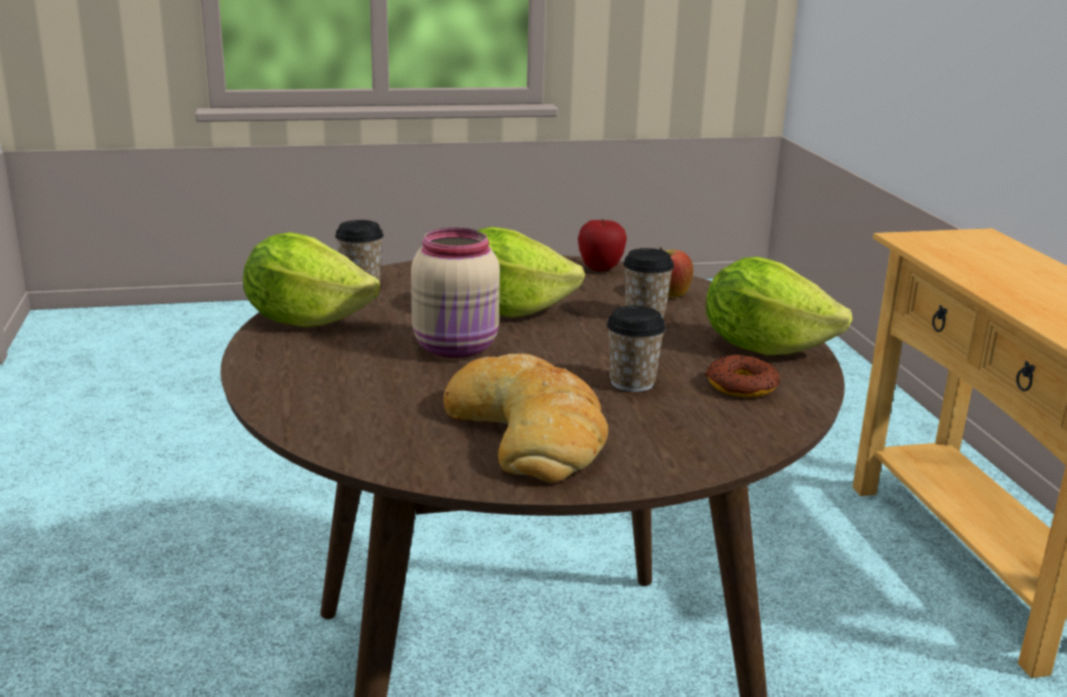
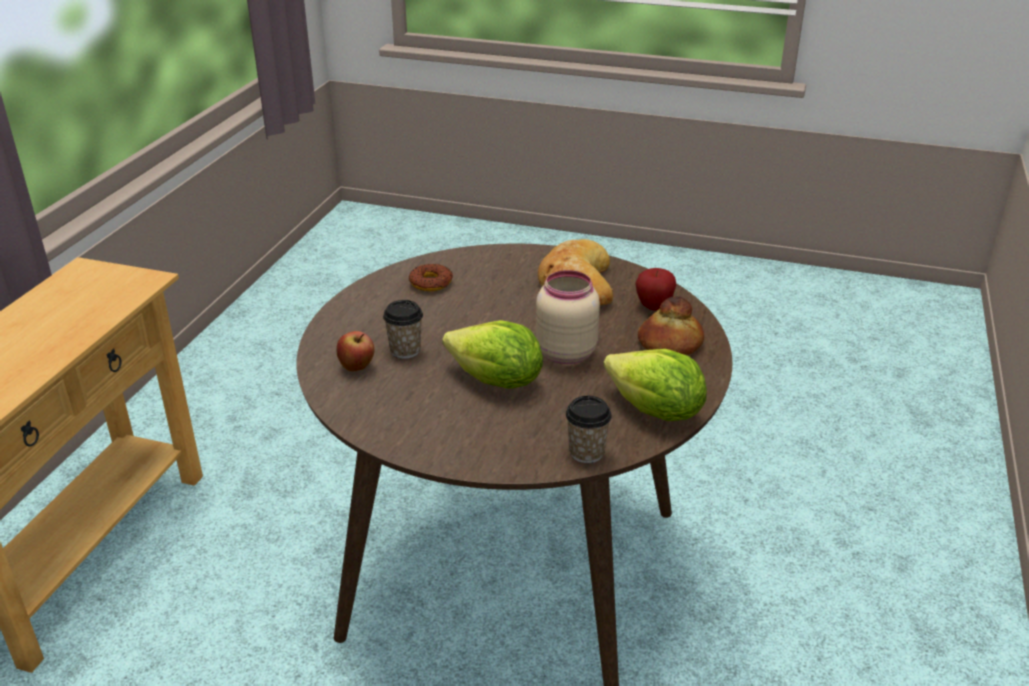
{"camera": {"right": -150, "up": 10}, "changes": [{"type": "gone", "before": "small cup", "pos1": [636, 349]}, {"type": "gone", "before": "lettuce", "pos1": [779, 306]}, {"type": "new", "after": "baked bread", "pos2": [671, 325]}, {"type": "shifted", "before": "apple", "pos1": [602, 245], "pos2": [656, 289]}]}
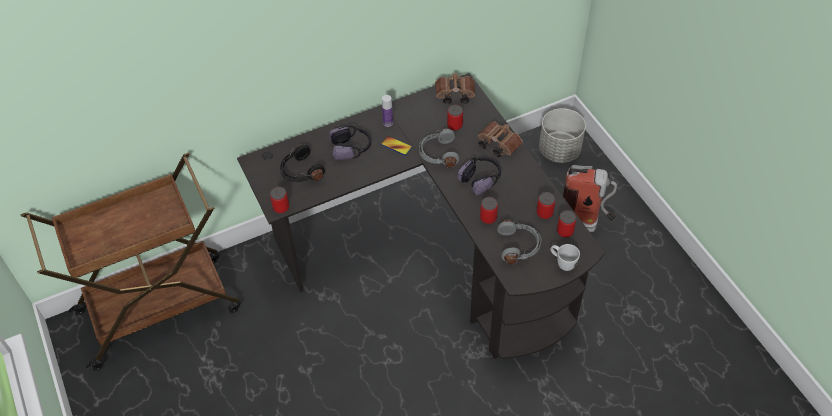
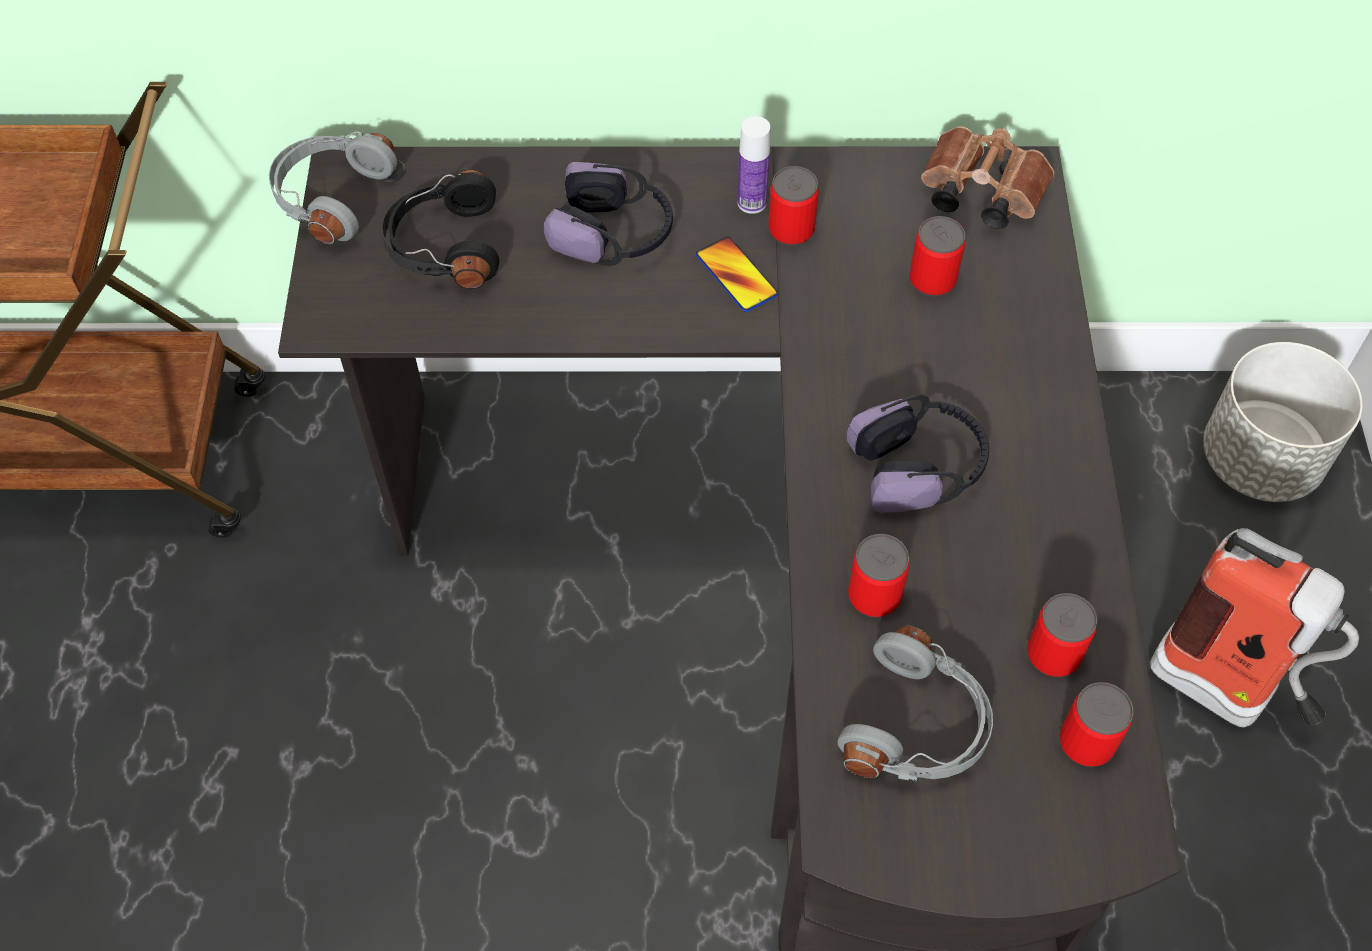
{"camera": {"right": 25, "up": 5}, "changes": [{"type": "gone", "before": "brown pair of binoculars", "pos1": [500, 139]}, {"type": "gone", "before": "whitish mug", "pos1": [565, 257]}, {"type": "shifted", "before": "metal can", "pos1": [279, 200], "pos2": [793, 206]}, {"type": "shifted", "before": "grey pair of headphones", "pos1": [439, 148], "pos2": [333, 188]}]}
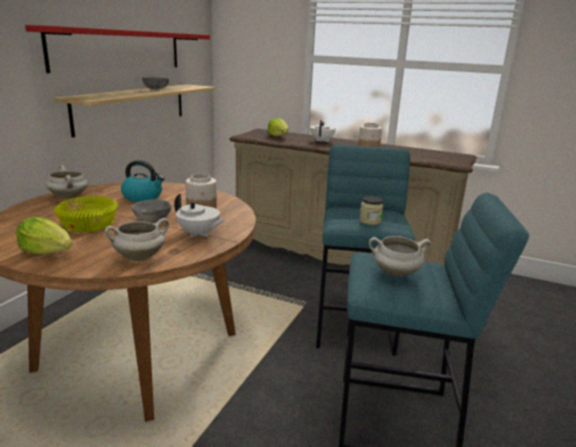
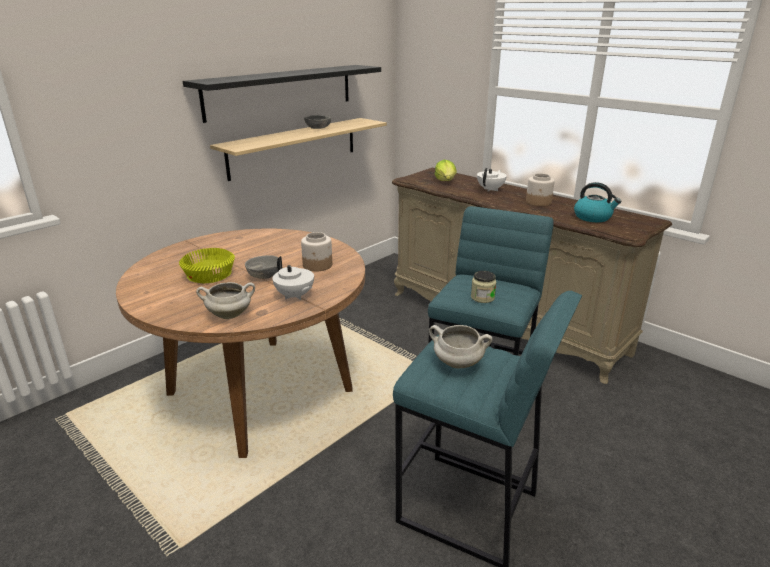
{"camera": {"right": 20, "up": 5}, "changes": [{"type": "gone", "before": "lettuce", "pos1": [44, 236]}, {"type": "gone", "before": "whitish cooking pot", "pos1": [67, 182]}, {"type": "shifted", "before": "tea kettle", "pos1": [143, 181], "pos2": [597, 202]}, {"type": "repainted", "before": "reddish shelf", "after": "black shelf", "pos1": [117, 49], "pos2": [282, 94]}]}
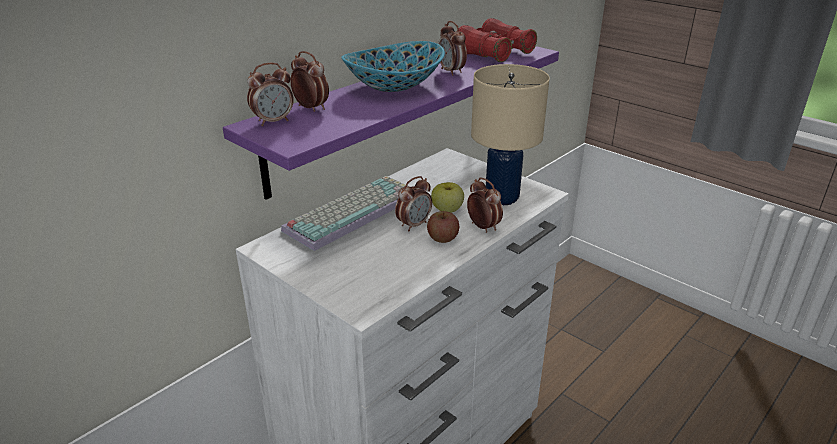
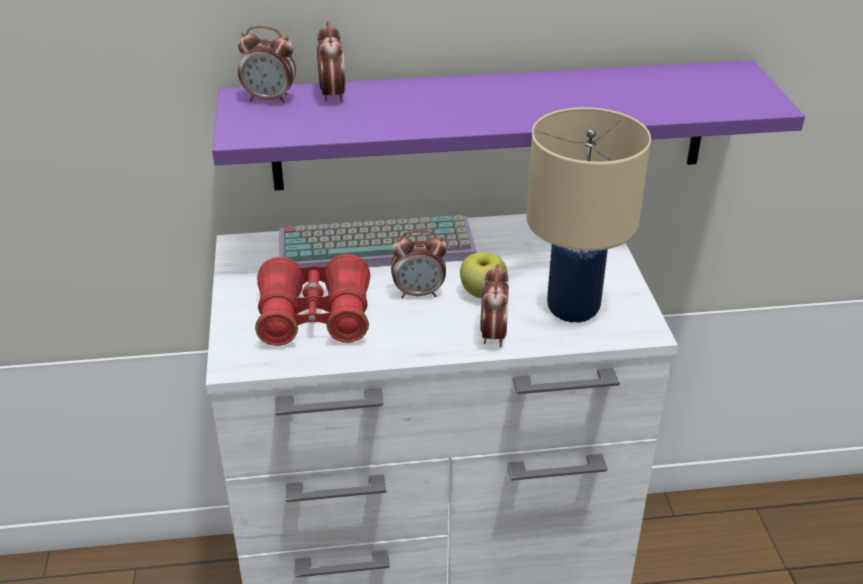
{"camera": {"right": 40, "up": 5}, "changes": [{"type": "gone", "before": "bowl", "pos1": [393, 66]}, {"type": "gone", "before": "apple", "pos1": [443, 227]}, {"type": "gone", "before": "bedside clock", "pos1": [452, 48]}, {"type": "shifted", "before": "reddish pair of binoculars", "pos1": [498, 40], "pos2": [312, 300]}]}
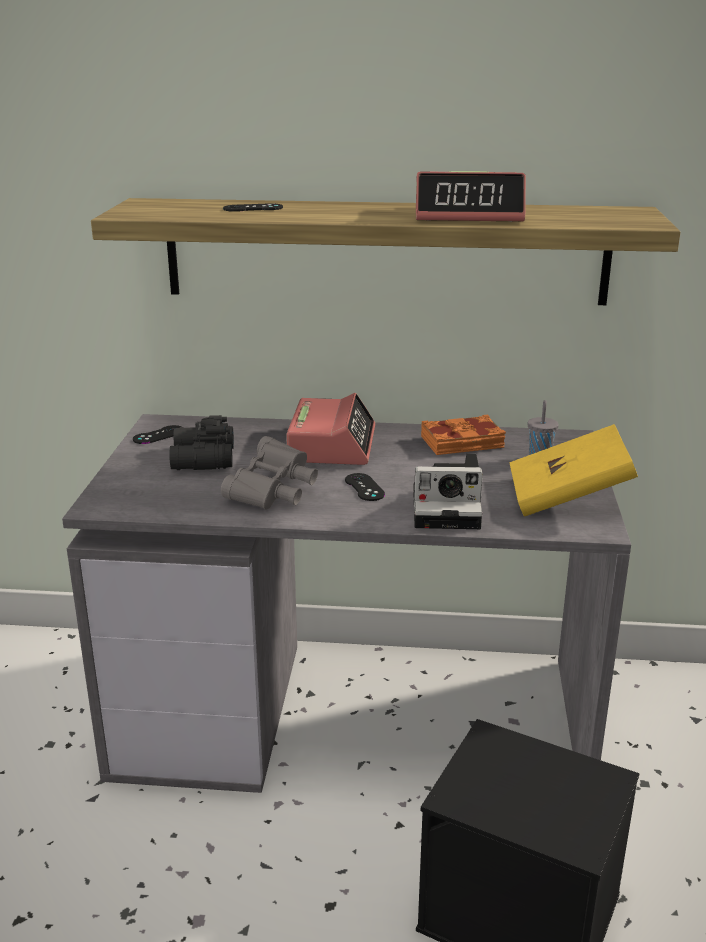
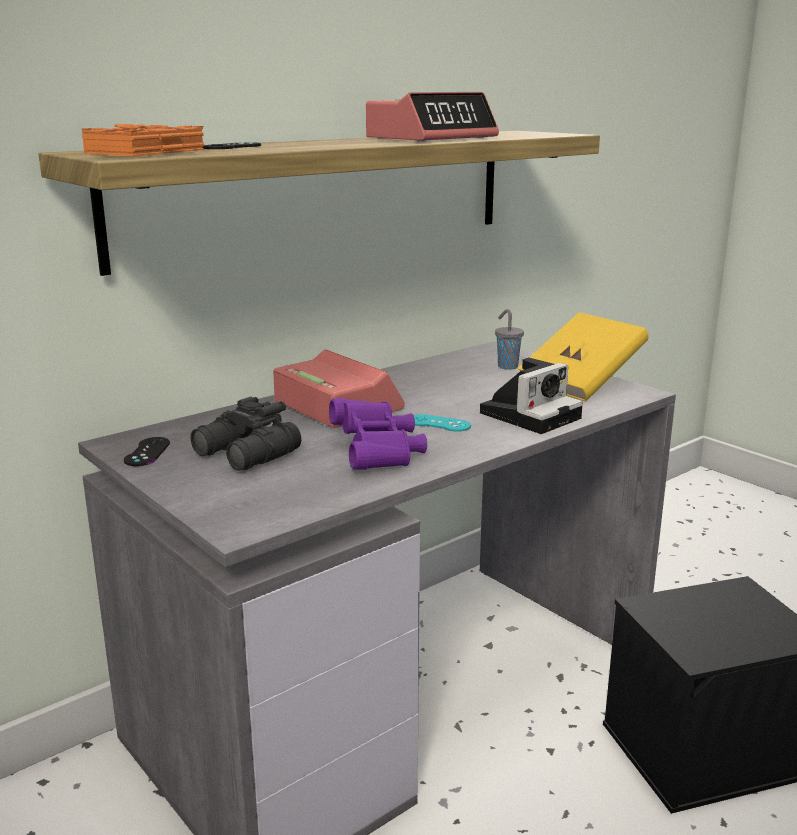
{"camera": {"right": -45, "up": -5}, "changes": [{"type": "shifted", "before": "orangey volume", "pos1": [463, 434], "pos2": [143, 140]}, {"type": "repainted", "before": "grey pair of binoculars", "after": "purplish pair of binoculars", "pos1": [269, 473], "pos2": [378, 434]}, {"type": "repainted", "before": "black game controller", "after": "blue-green game controller", "pos1": [365, 487], "pos2": [442, 423]}]}
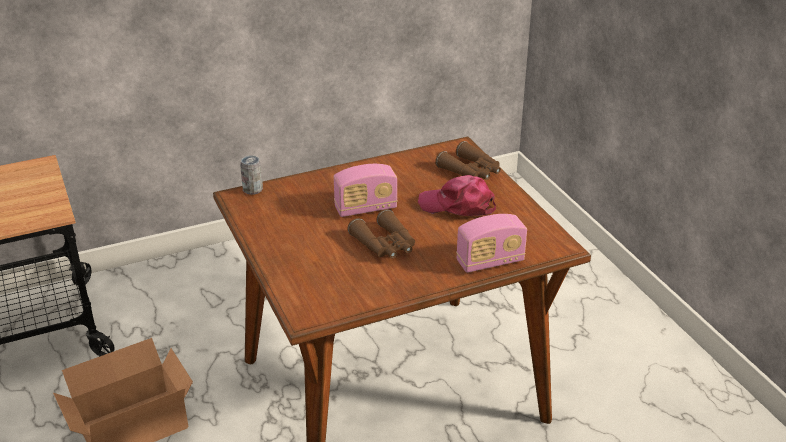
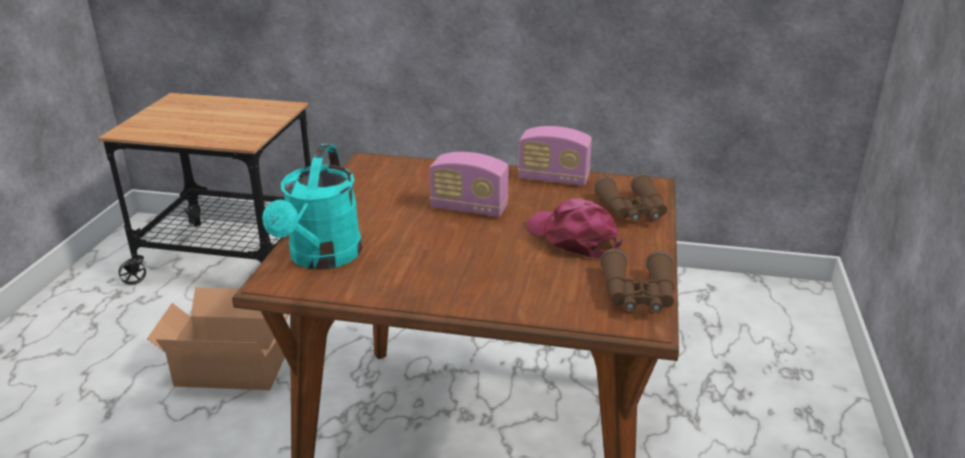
{"camera": {"right": 35, "up": -5}, "changes": [{"type": "gone", "before": "metal can", "pos1": [251, 175]}, {"type": "new", "after": "blue-green watering can", "pos2": [312, 207]}, {"type": "shifted", "before": "brown pair of binoculars", "pos1": [381, 233], "pos2": [637, 280]}, {"type": "shifted", "before": "radio set", "pos1": [491, 243], "pos2": [555, 156]}]}
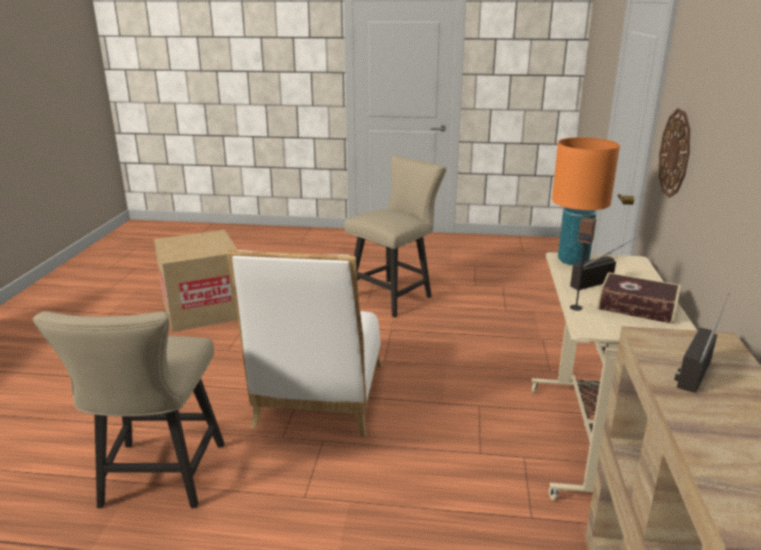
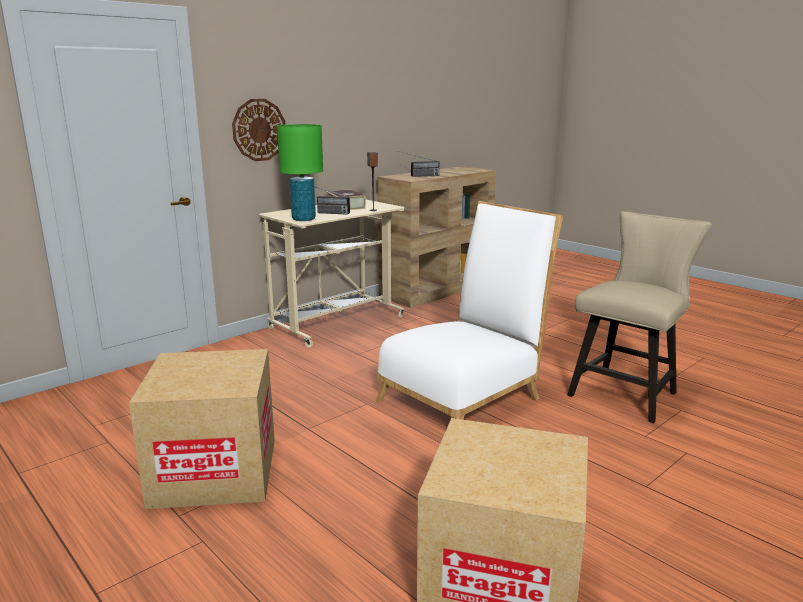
{"camera": {"right": -140, "up": -5}, "changes": [{"type": "swapped", "before": "beige-coloured plain chair", "after": "cardboard box", "pos1": [395, 236], "pos2": [202, 429]}, {"type": "repainted", "before": "orangey table lamp", "after": "greenish table lamp", "pos1": [586, 201], "pos2": [300, 172]}]}
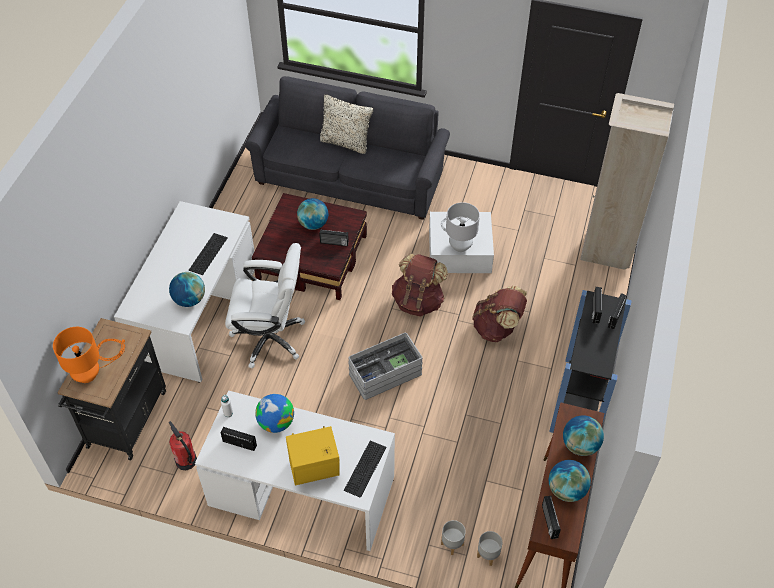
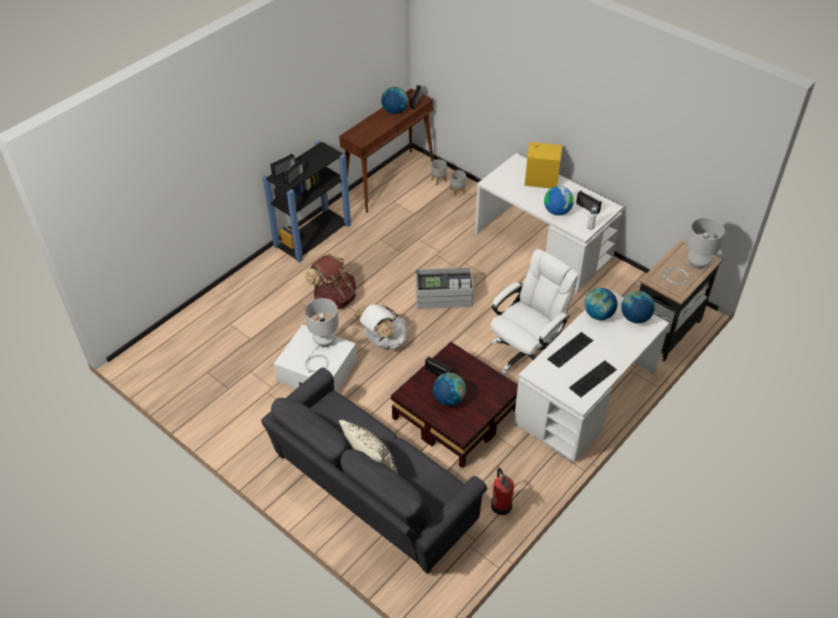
{"camera": {"right": -155, "up": -5}, "changes": [{"type": "gone", "before": "beige-coloured cupboard", "pos1": [627, 181]}, {"type": "shifted", "before": "fire-fighting cylinder", "pos1": [183, 446], "pos2": [502, 491]}, {"type": "shifted", "before": "computer keyboard", "pos1": [365, 469], "pos2": [593, 379]}, {"type": "shifted", "before": "globe", "pos1": [583, 435], "pos2": [638, 307]}, {"type": "repainted", "before": "orangey table lamp", "after": "whitish table lamp", "pos1": [89, 355], "pos2": [694, 251]}, {"type": "repainted", "before": "brown backpack", "after": "whitish backpack", "pos1": [420, 285], "pos2": [381, 327]}, {"type": "rotated", "before": "whitish computer chair", "pos1": [265, 305], "pos2": [534, 312], "turn": 105}]}
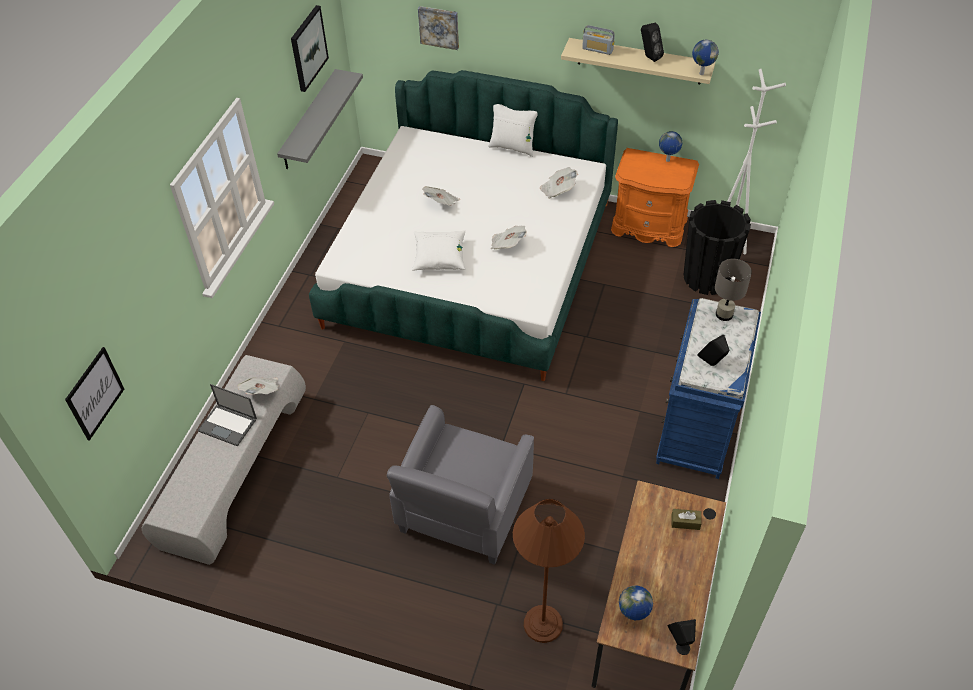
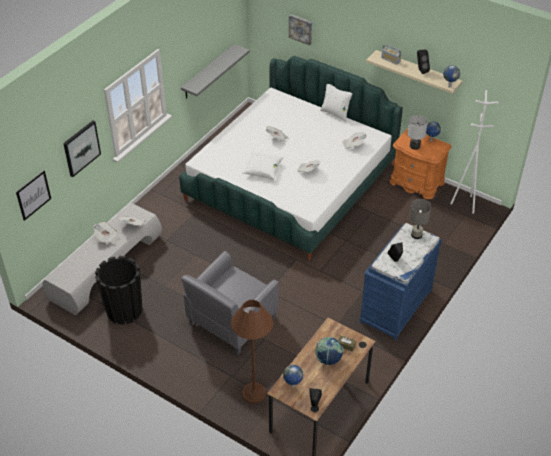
{"camera": {"right": 15, "up": -5}, "changes": [{"type": "new", "after": "globe", "pos2": [329, 351]}, {"type": "new", "after": "grey table lamp", "pos2": [417, 132]}, {"type": "shifted", "before": "wall art", "pos1": [310, 48], "pos2": [82, 149]}, {"type": "shifted", "before": "black plant pot", "pos1": [717, 247], "pos2": [119, 290]}, {"type": "swapped", "before": "laptop", "after": "printed paper", "pos1": [227, 415], "pos2": [106, 233]}]}
